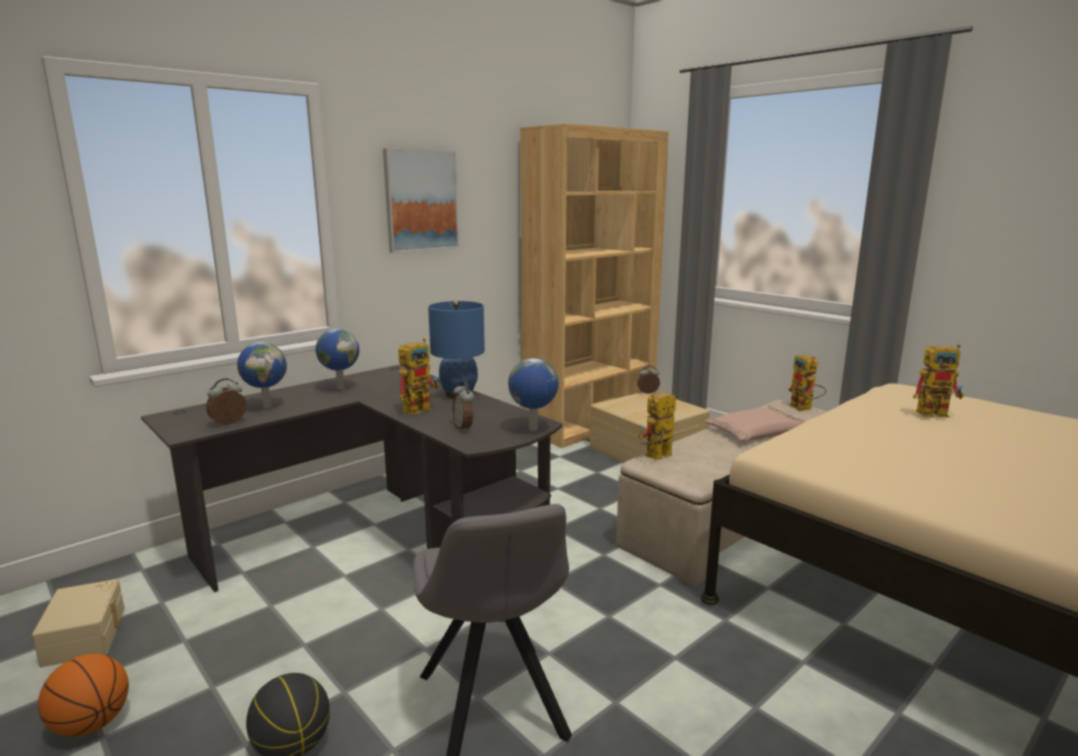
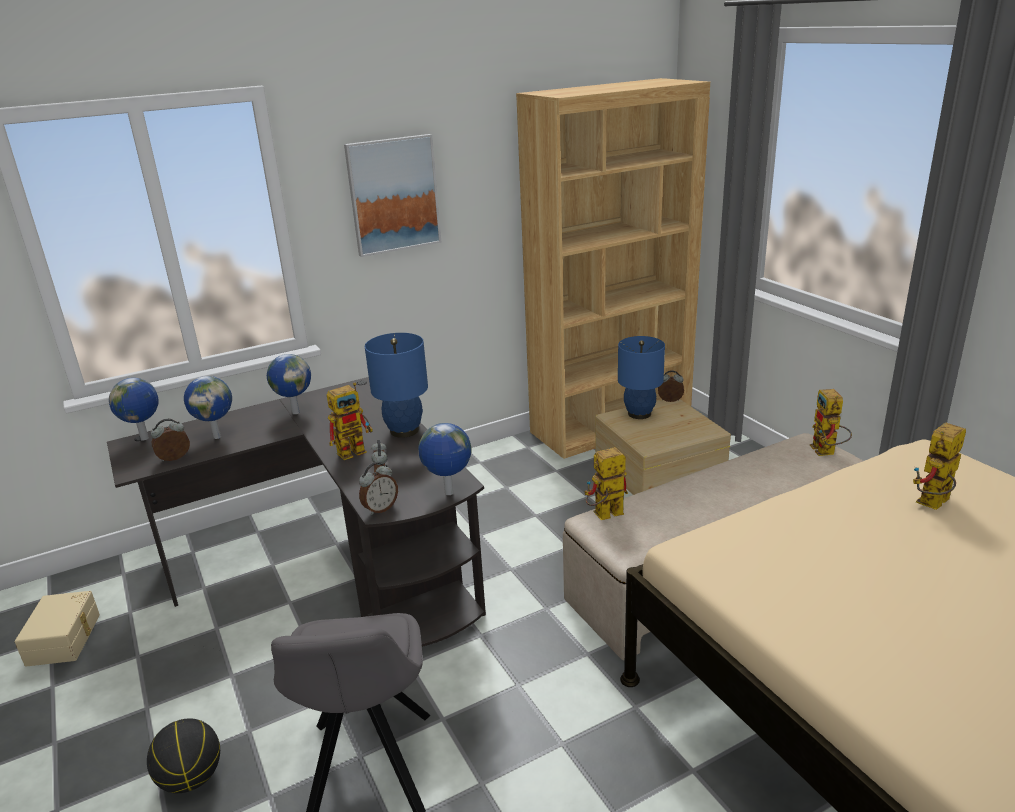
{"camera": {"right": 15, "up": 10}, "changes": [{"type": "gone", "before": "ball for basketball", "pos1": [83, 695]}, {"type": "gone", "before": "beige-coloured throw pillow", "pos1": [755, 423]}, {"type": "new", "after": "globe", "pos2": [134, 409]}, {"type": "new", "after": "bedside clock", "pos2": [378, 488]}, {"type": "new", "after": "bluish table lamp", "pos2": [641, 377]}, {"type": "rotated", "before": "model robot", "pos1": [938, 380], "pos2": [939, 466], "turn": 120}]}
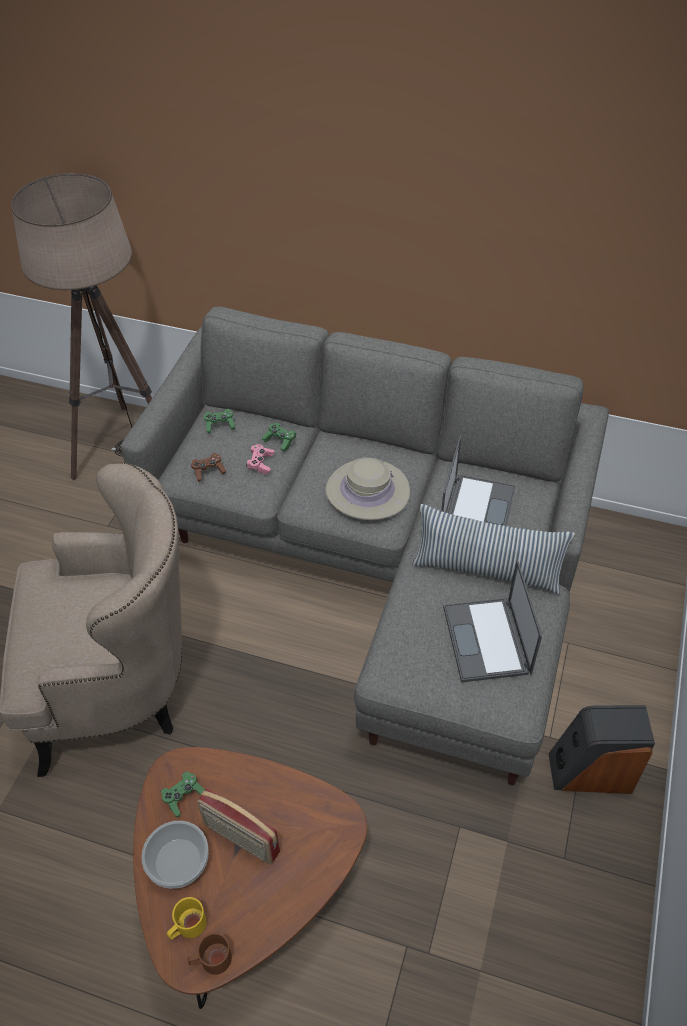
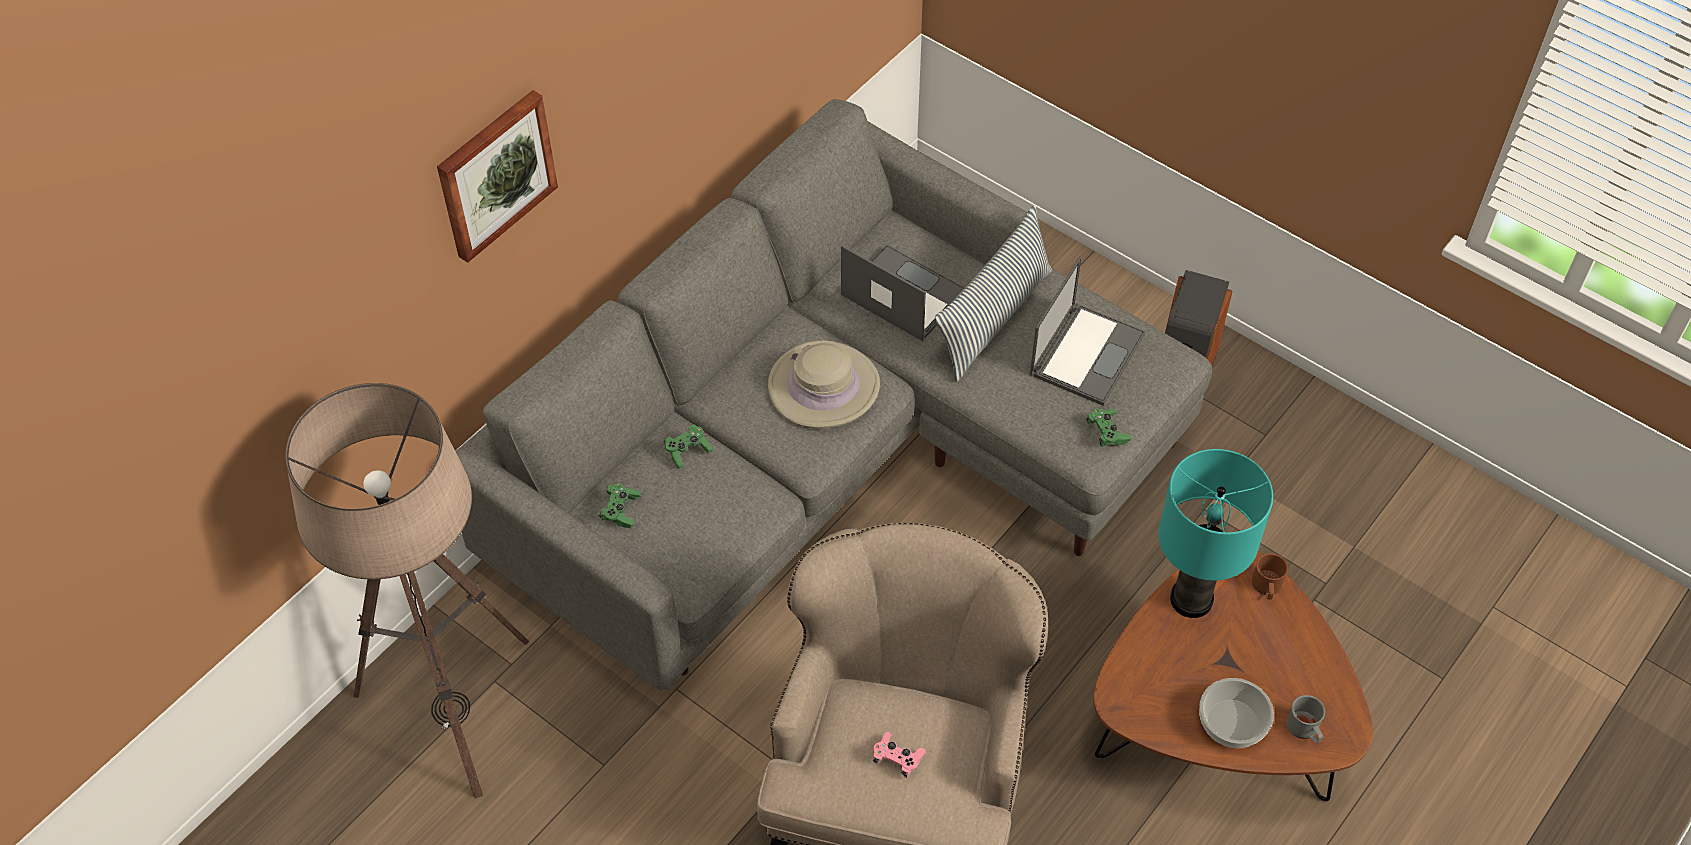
{"camera": {"right": -70, "up": 5}, "changes": [{"type": "gone", "before": "brown game controller", "pos1": [208, 467]}, {"type": "gone", "before": "radio set", "pos1": [238, 826]}, {"type": "new", "after": "wall art", "pos2": [497, 176]}, {"type": "new", "after": "blue-green table lamp", "pos2": [1215, 533]}, {"type": "shifted", "before": "greenish game controller", "pos1": [183, 794], "pos2": [1108, 427]}, {"type": "shifted", "before": "brown mug", "pos1": [209, 953], "pos2": [1270, 576]}, {"type": "shifted", "before": "pink game controller", "pos1": [260, 459], "pos2": [899, 755]}, {"type": "repainted", "before": "yellowish mug", "after": "grey mug", "pos1": [187, 918], "pos2": [1306, 719]}, {"type": "rotated", "before": "laptop", "pos1": [492, 621], "pos2": [1087, 331], "turn": -75}]}
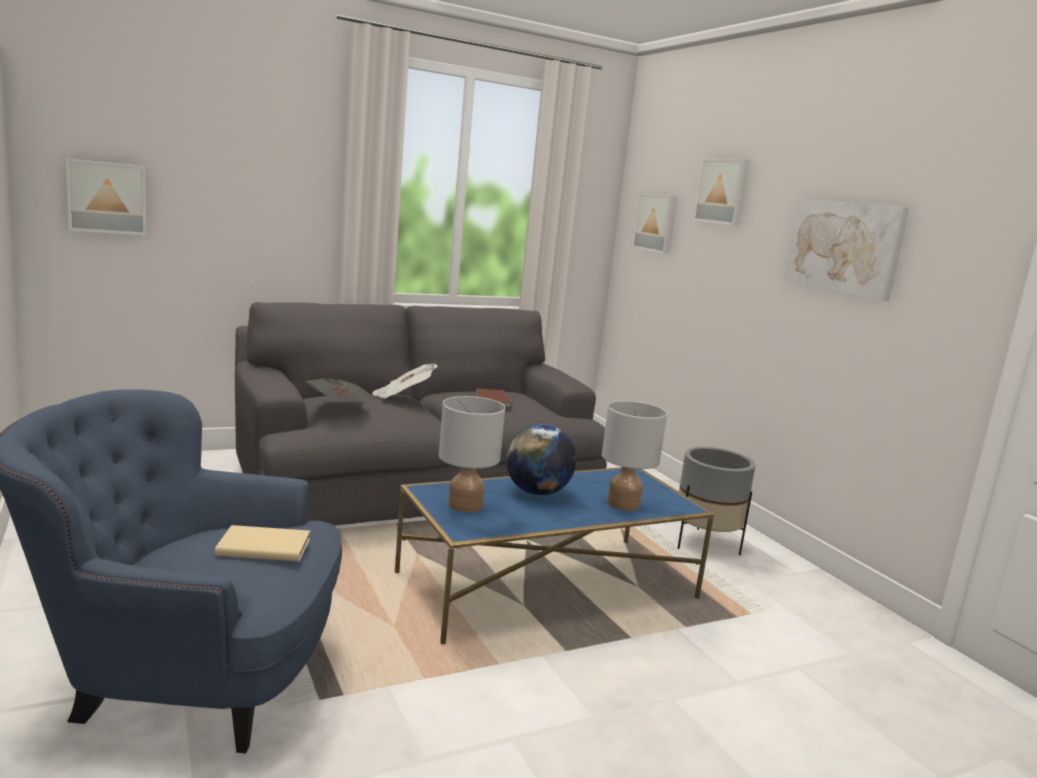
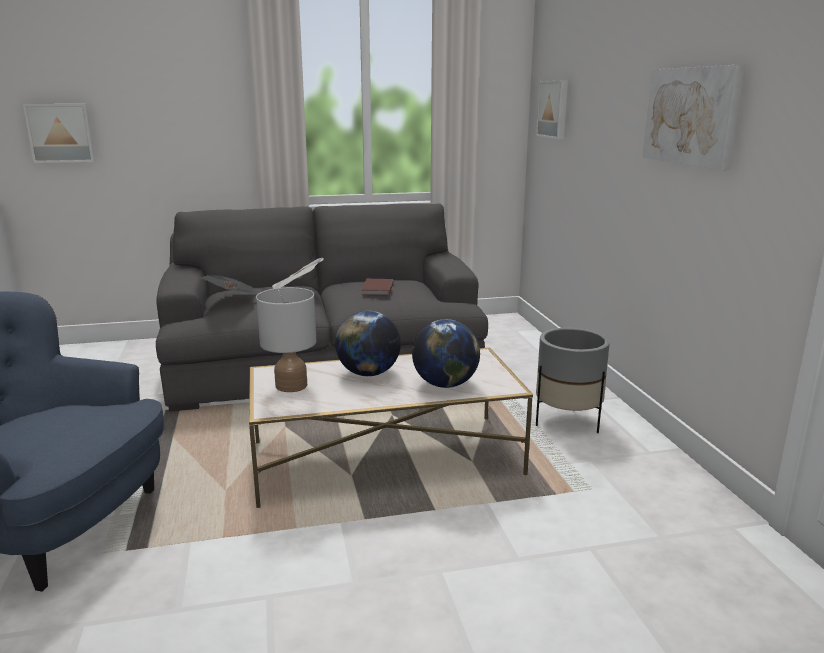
{"camera": {"right": 15, "up": 5}, "changes": [{"type": "gone", "before": "beige-coloured volume", "pos1": [262, 543]}, {"type": "gone", "before": "wall art", "pos1": [721, 192]}, {"type": "swapped", "before": "grey table lamp", "after": "globe", "pos1": [634, 456], "pos2": [446, 353]}, {"type": "repainted", "before": "bluish lounge table", "after": "whitish lounge table", "pos1": [554, 556], "pos2": [391, 428]}]}
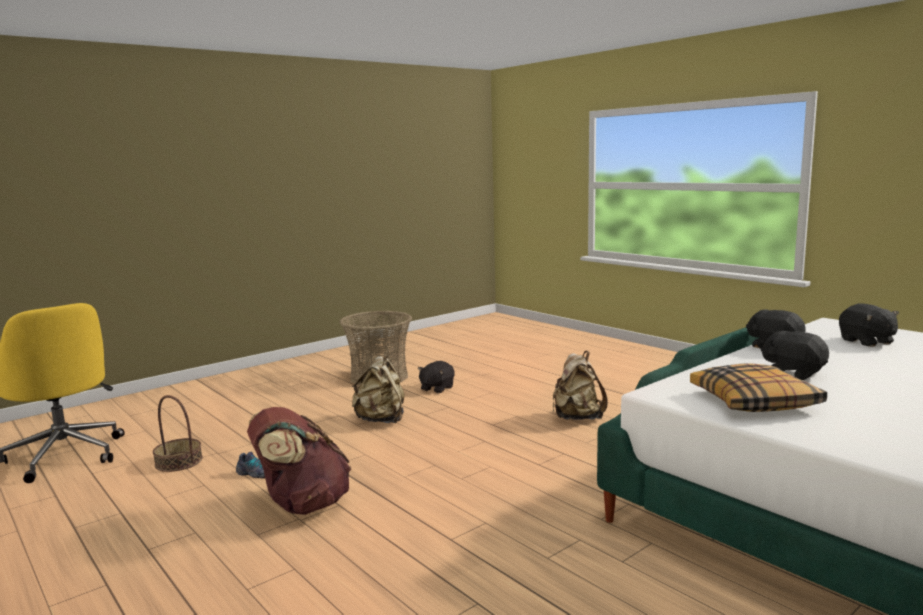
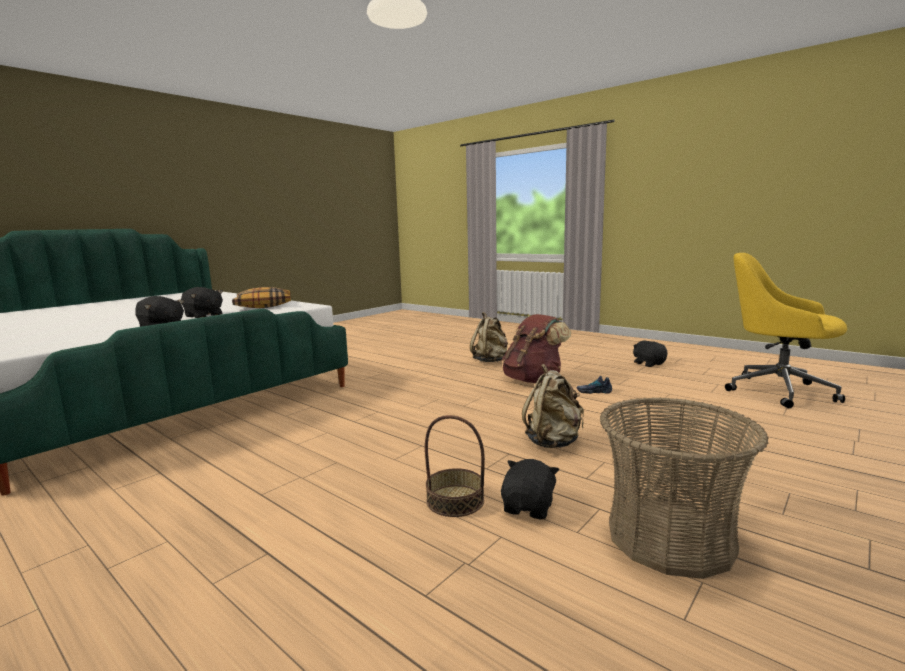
{"camera": {"right": 170, "up": 0}, "changes": [{"type": "shifted", "before": "household basket", "pos1": [178, 433], "pos2": [455, 466]}, {"type": "shifted", "before": "beige-coloured backpack", "pos1": [580, 385], "pos2": [489, 337]}, {"type": "shifted", "before": "black soft toy", "pos1": [869, 325], "pos2": [650, 354]}]}
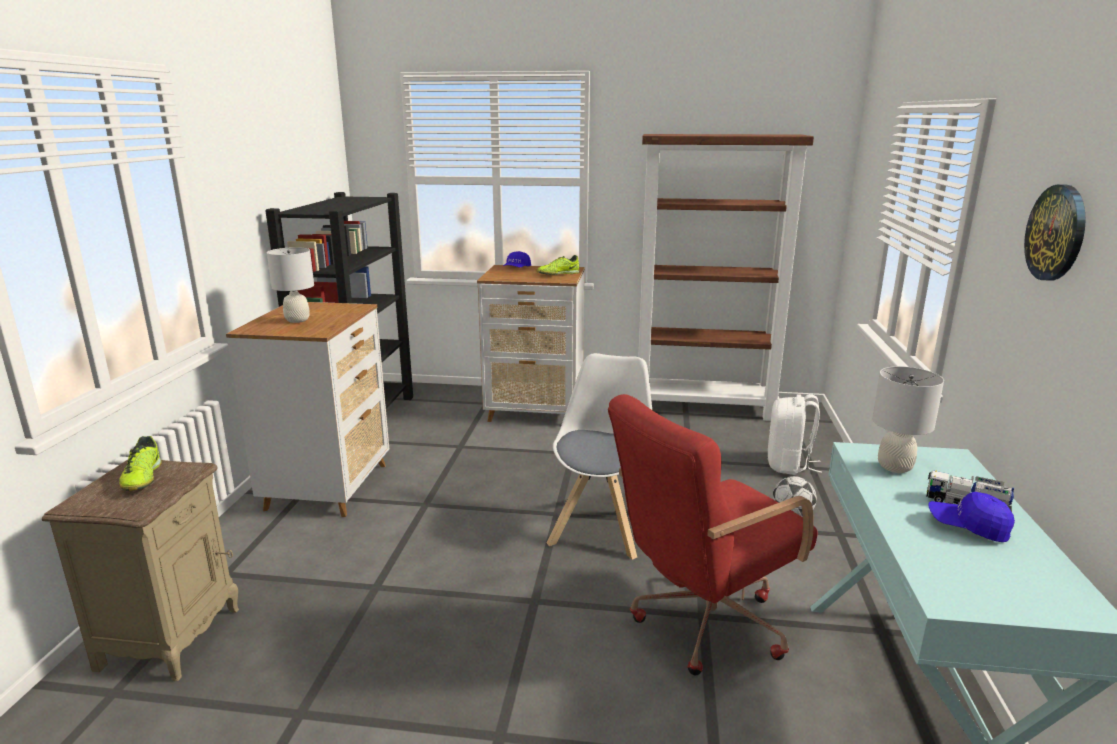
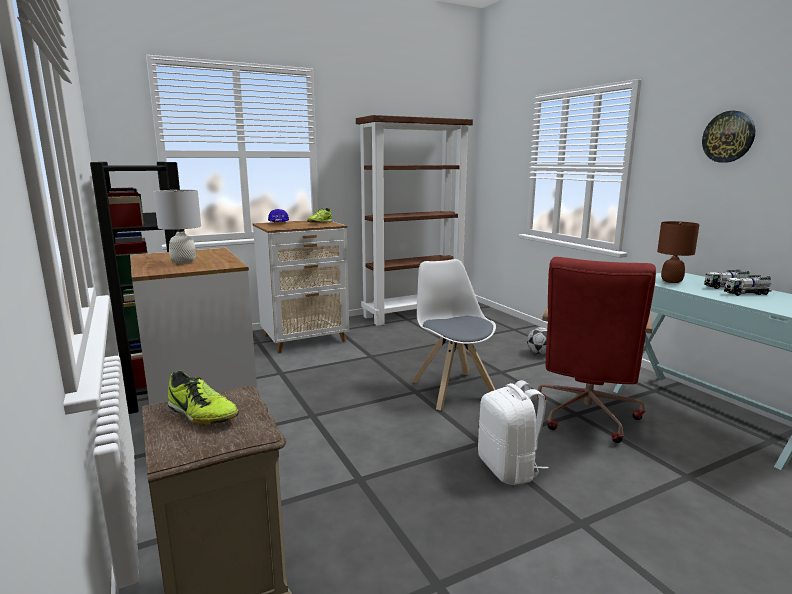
{"camera": {"right": -35, "up": -5}, "changes": [{"type": "shifted", "before": "whitish backpack", "pos1": [794, 434], "pos2": [513, 432]}, {"type": "swapped", "before": "bluish peaked cap", "after": "toy truck", "pos1": [971, 517], "pos2": [748, 285]}, {"type": "repainted", "before": "grey table lamp", "after": "brown table lamp", "pos1": [908, 419], "pos2": [678, 252]}]}
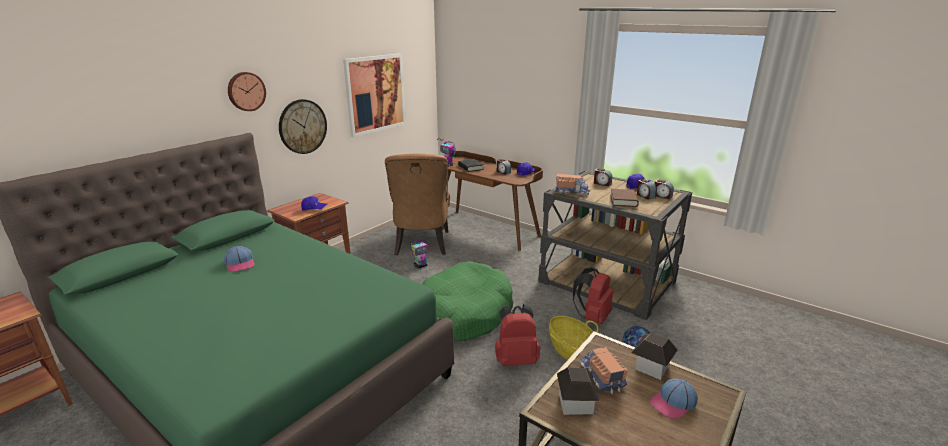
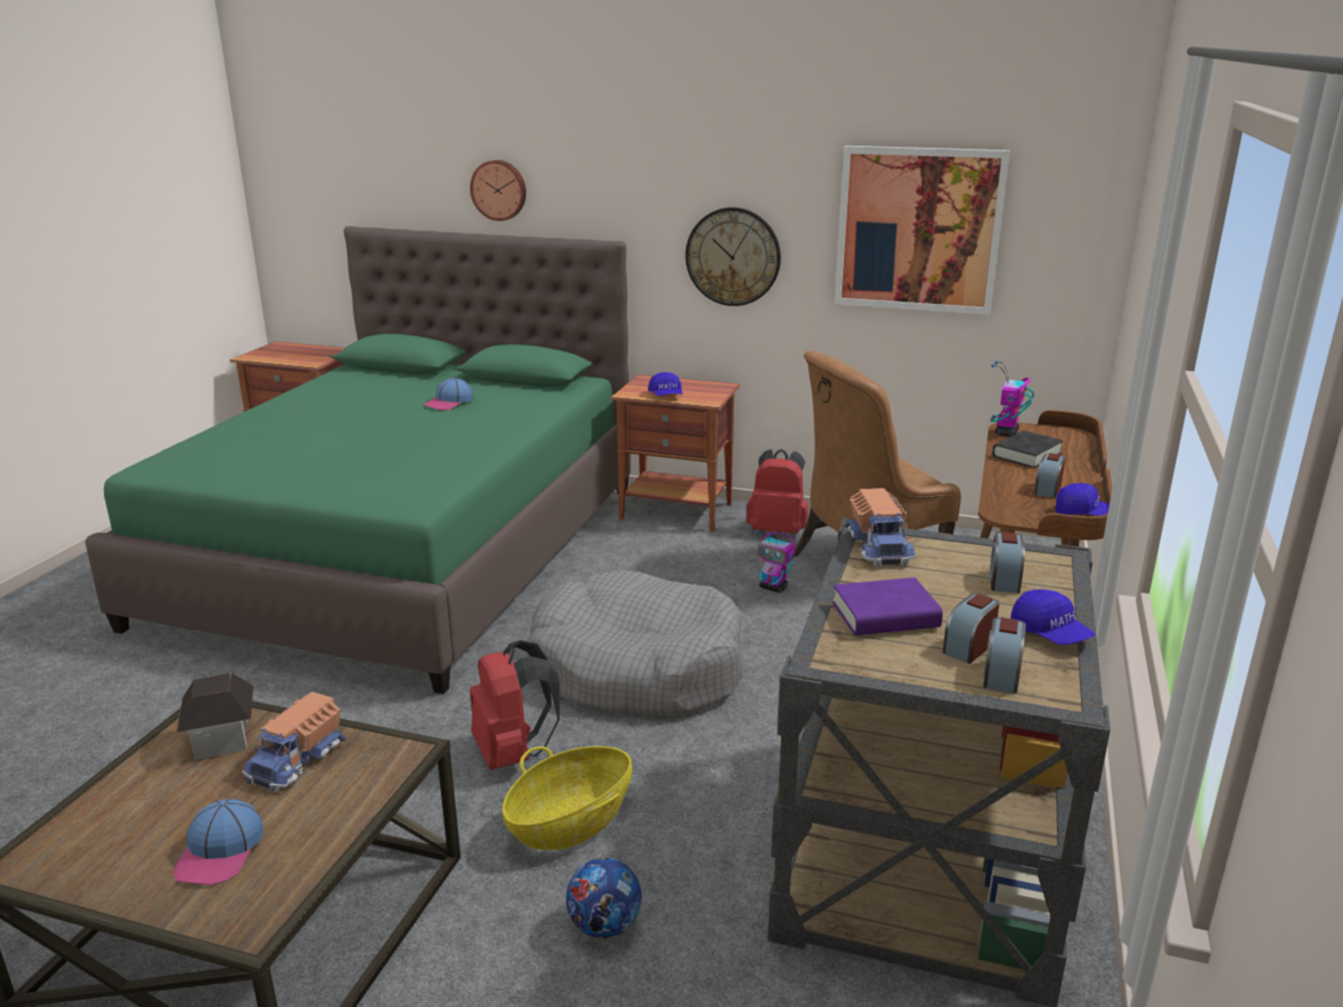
{"camera": {"right": 70, "up": 0}, "changes": [{"type": "gone", "before": "miniature house", "pos1": [654, 356]}, {"type": "shifted", "before": "clock on the wall", "pos1": [247, 91], "pos2": [498, 190]}, {"type": "shifted", "before": "reddish backpack", "pos1": [593, 295], "pos2": [777, 491]}, {"type": "repainted", "before": "greenish pet bed", "after": "grey pet bed", "pos1": [467, 301], "pos2": [634, 643]}, {"type": "repainted", "before": "brown volume", "after": "purplish volume", "pos1": [624, 198], "pos2": [887, 606]}, {"type": "rotated", "before": "toy truck", "pos1": [603, 370], "pos2": [294, 742], "turn": 150}, {"type": "rotated", "before": "peaked cap", "pos1": [674, 398], "pos2": [218, 842], "turn": -120}]}
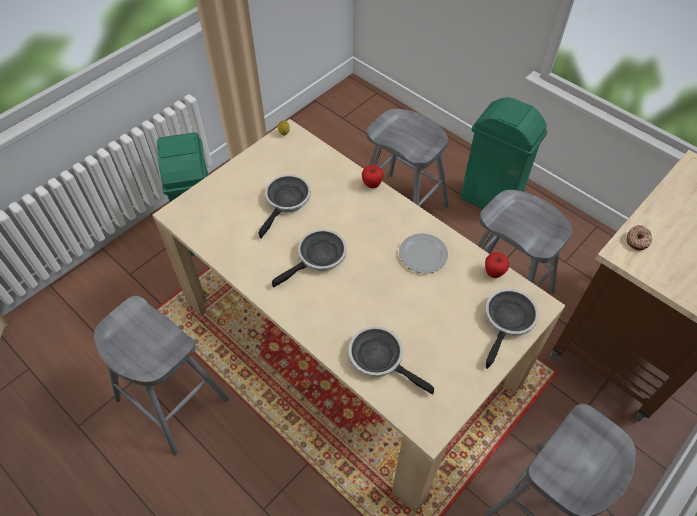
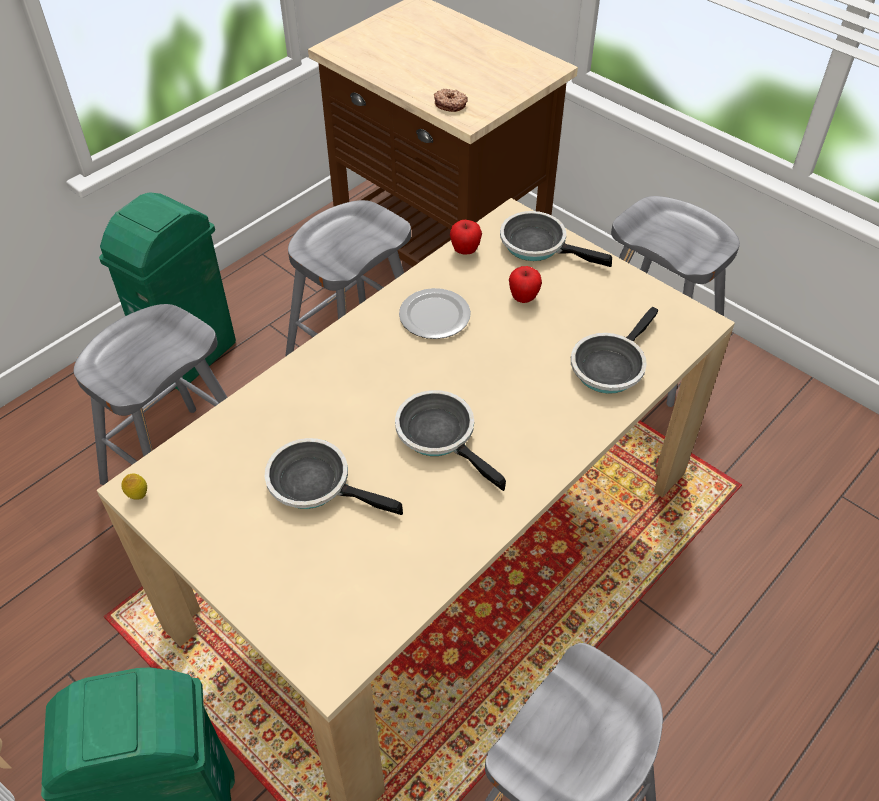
{"camera": {"right": -90, "up": -5}, "changes": [{"type": "shifted", "before": "apple", "pos1": [373, 176], "pos2": [525, 284]}]}
